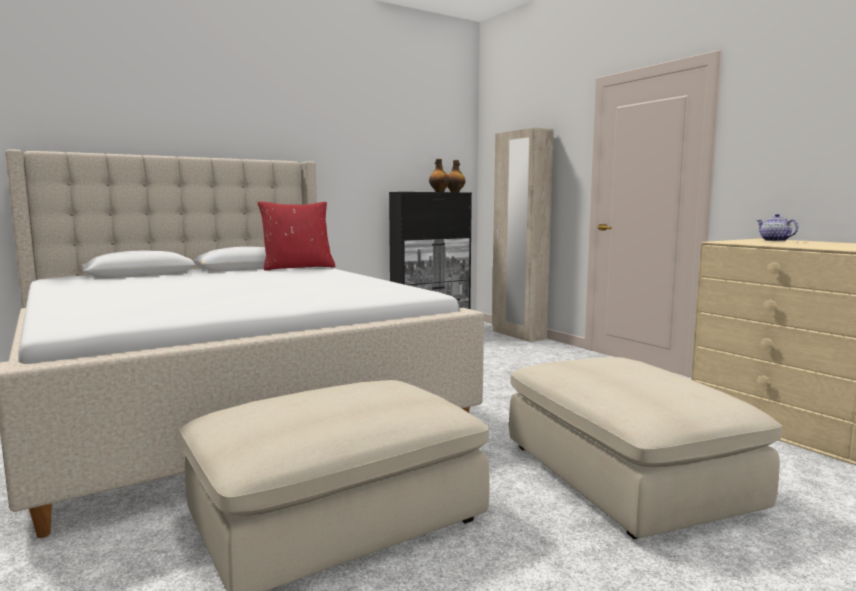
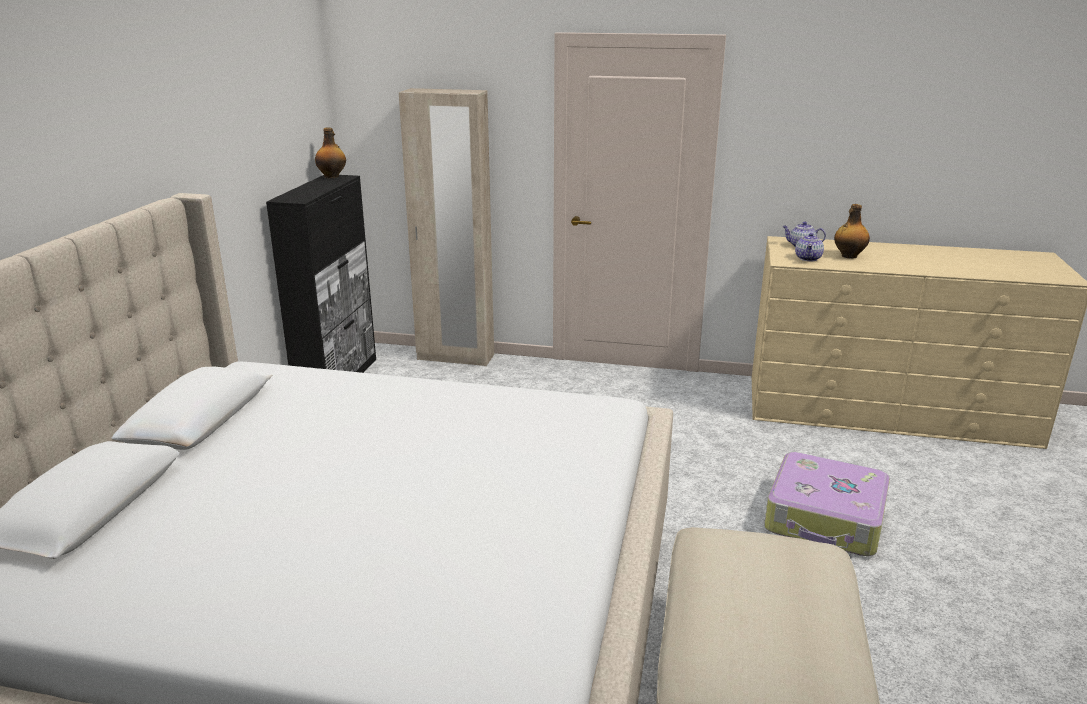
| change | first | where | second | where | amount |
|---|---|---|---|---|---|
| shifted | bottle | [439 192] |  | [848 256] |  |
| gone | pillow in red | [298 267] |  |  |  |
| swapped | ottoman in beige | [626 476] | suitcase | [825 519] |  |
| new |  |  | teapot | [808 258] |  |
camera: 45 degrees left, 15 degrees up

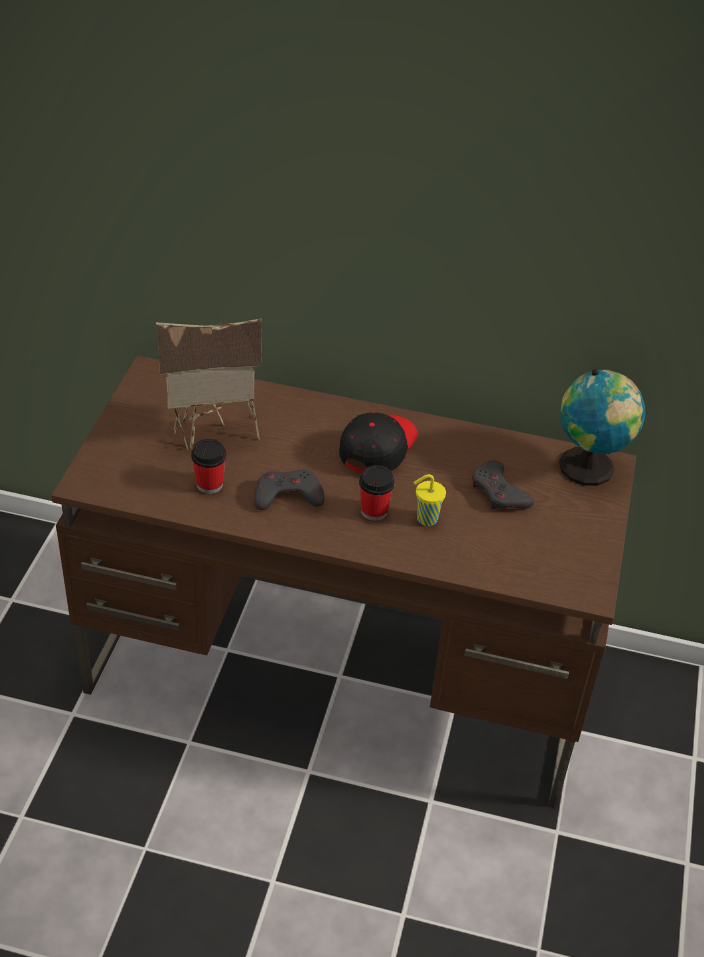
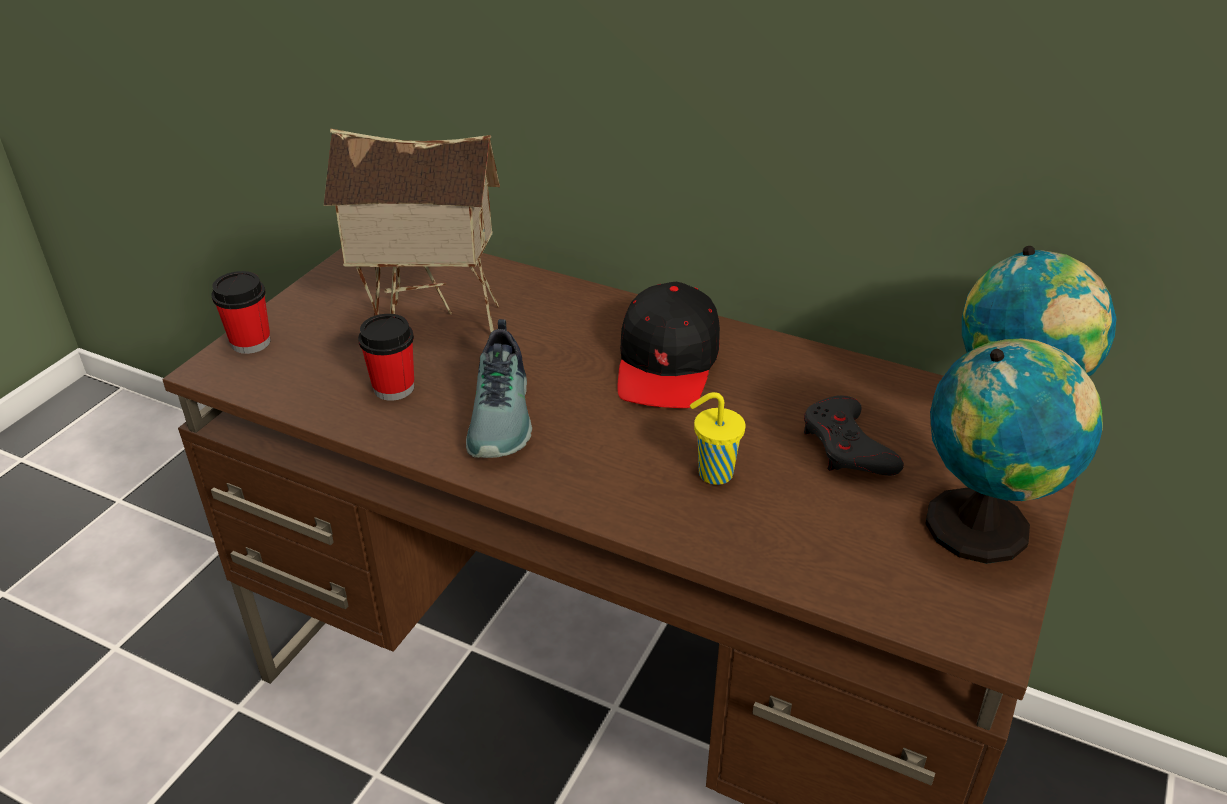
| change | first | where | second | where | amount |
|---|---|---|---|---|---|
| rotated | cap in black | [378 448] |  | [667 364] | 150 degrees clockwise |
| shifted | cup | [374 511] |  | [251 342] |  |
| swapped | game controller in grey | [287 495] | shoe | [504 415] |  |
| new |  |  | globe | [984 526] |  |
camera: 15 degrees right, 5 degrees down

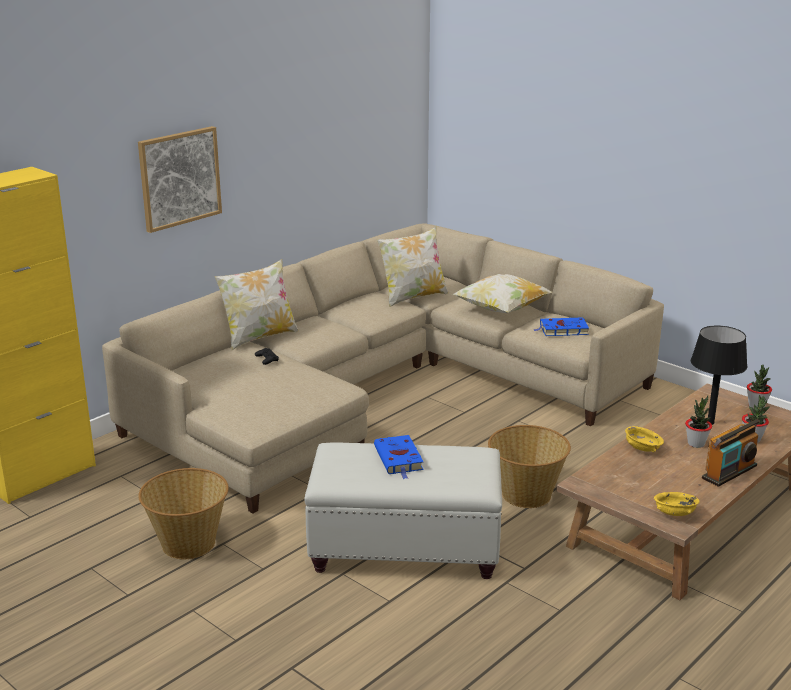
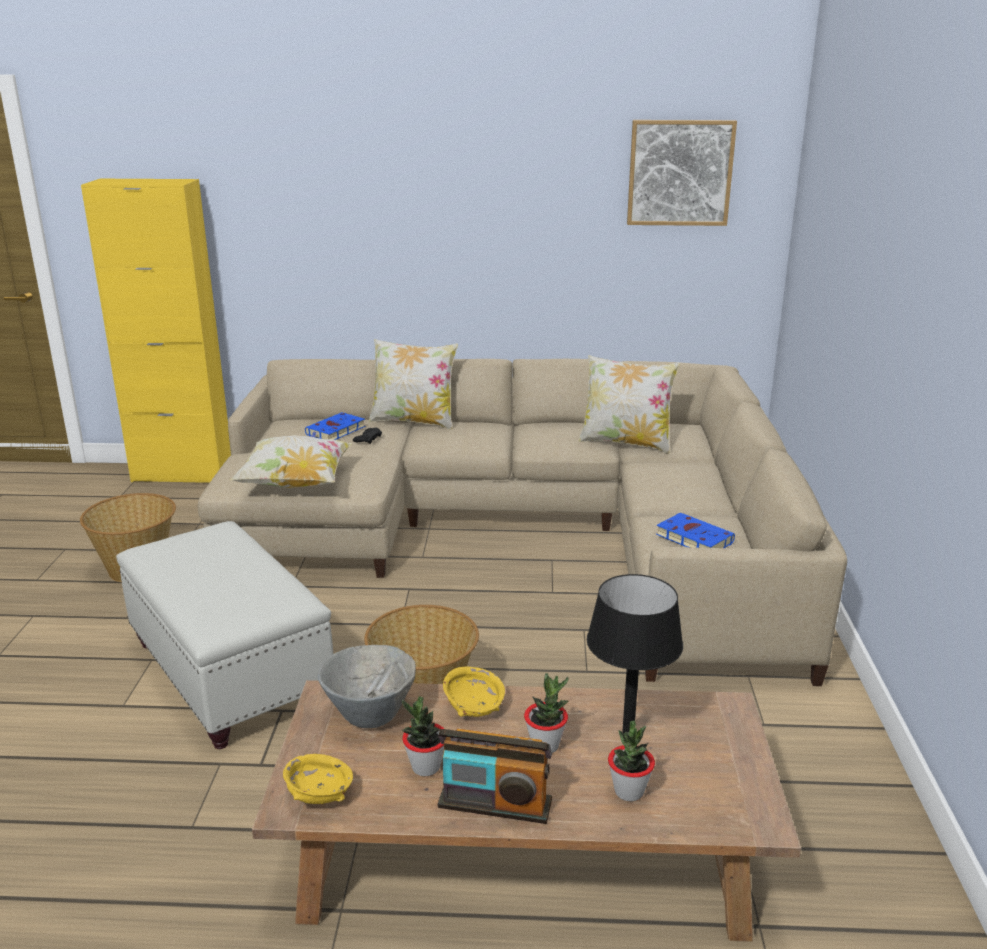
| change | first | where | second | where | amount |
|---|---|---|---|---|---|
| shifted | picture | [179 178] |  | [680 173] |  |
| shifted | pillow | [501 310] |  | [295 484] |  |
| shifted | potted plant | [756 406] |  | [425 767] |  |
| shifted | book in blue | [399 459] |  | [334 431] |  |
| new |  |  | bowl in grey | [370 715] |  |
camera: 50 degrees right, 0 degrees up

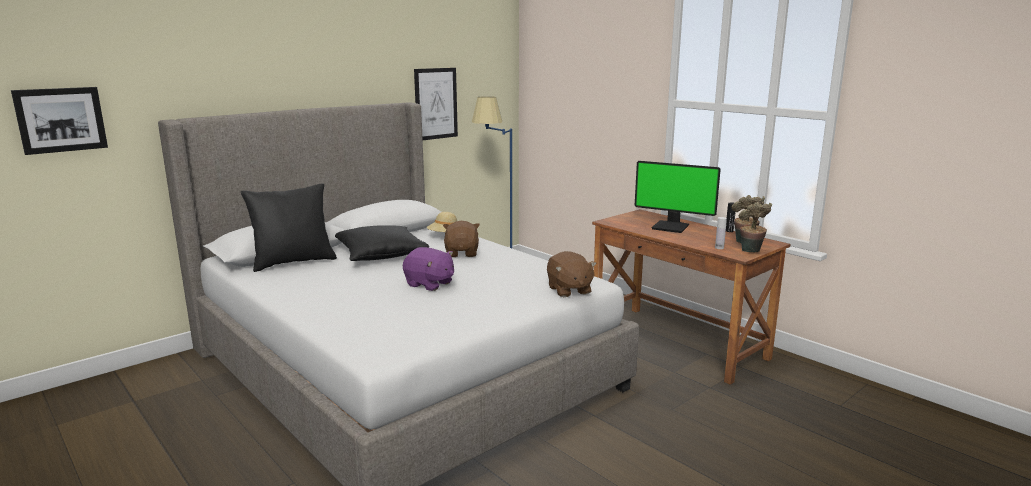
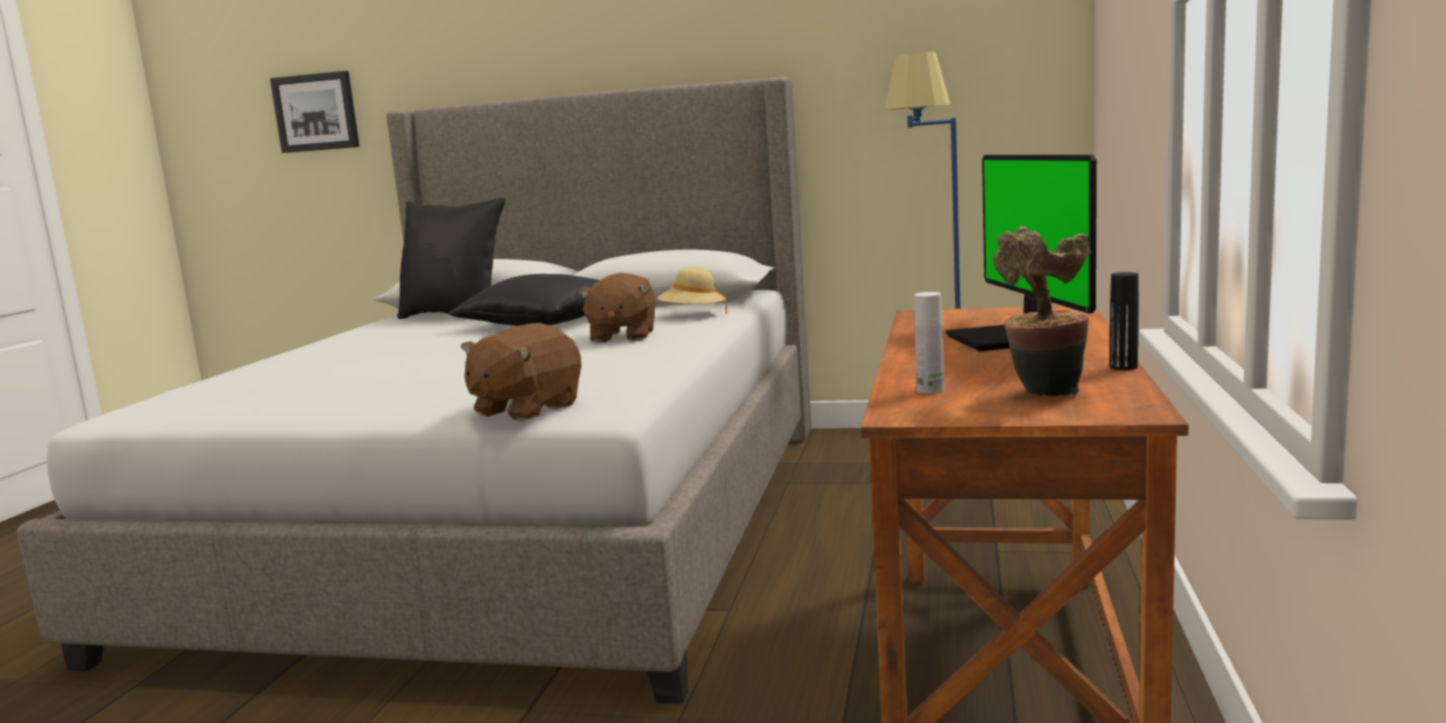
| change | first | where | second | where | amount |
|---|---|---|---|---|---|
| gone | picture | [436 103] |  |  |  |
| gone | potted plant | [751 252] |  |  |  |
| rotated | plush toy in brown | [462 253] |  | [622 336] | 135 degrees clockwise |
| gone | plush toy in purple | [429 284] |  |  |  |
camera: 55 degrees right, 5 degrees down

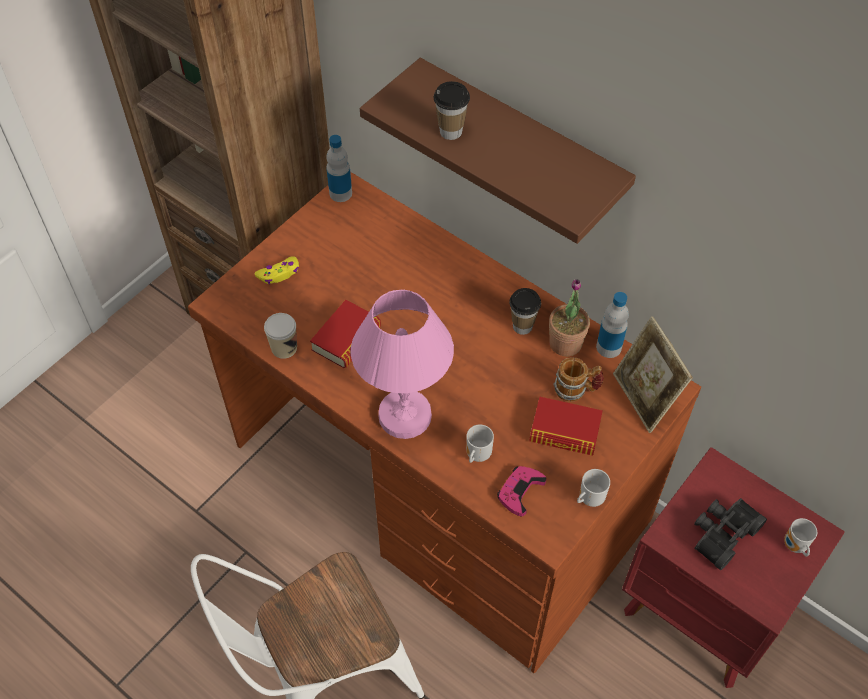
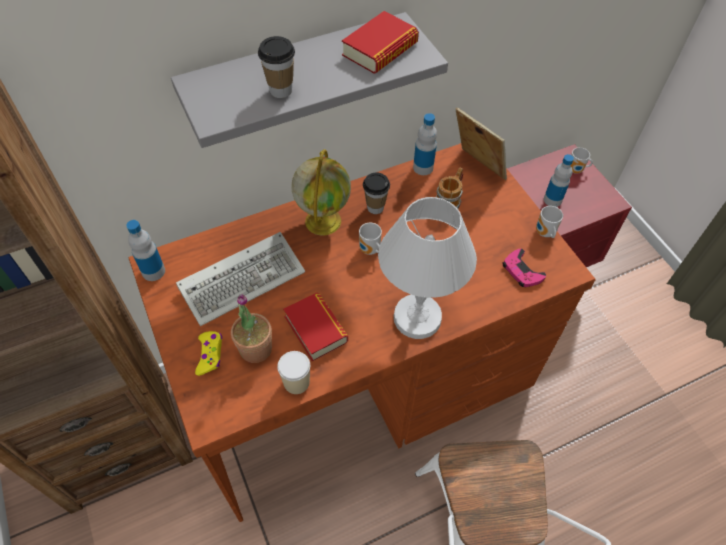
| change | first | where | second | where | amount |
|---|---|---|---|---|---|
| repainted | shelf in brown | [520 145] | shelf in grey | [296 76] |  |
| shifted | potted plant | [565 343] |  | [255 349] |  |
| repainted | table lamp in pink | [405 415] | table lamp in white | [417 317] |  |
| rotated | picture frame | [644 398] |  | [476 168] | 135 degrees counterclockwise |
| shifted | book | [565 431] |  | [380 49] |  |
| shifted | mug | [476 455] |  | [369 251] |  |
| swapped | binoculars in black | [721 533] | bottle | [552 200] |  |
| new |  |  | globe | [323 220] |  |
| new |  |  | keyboard | [244 278] |  |
camera: 65 degrees left, 0 degrees up

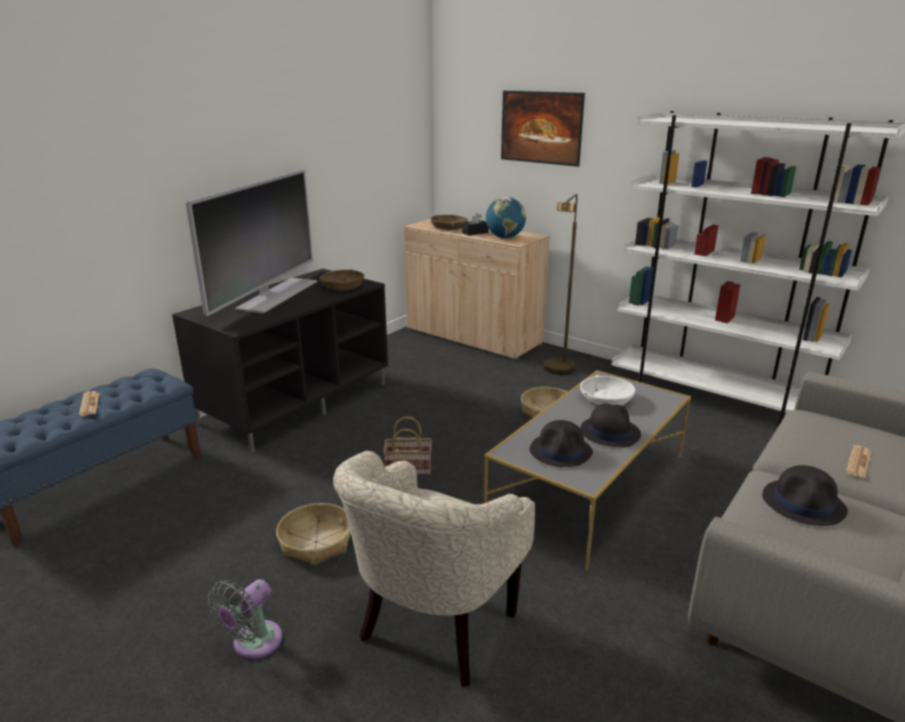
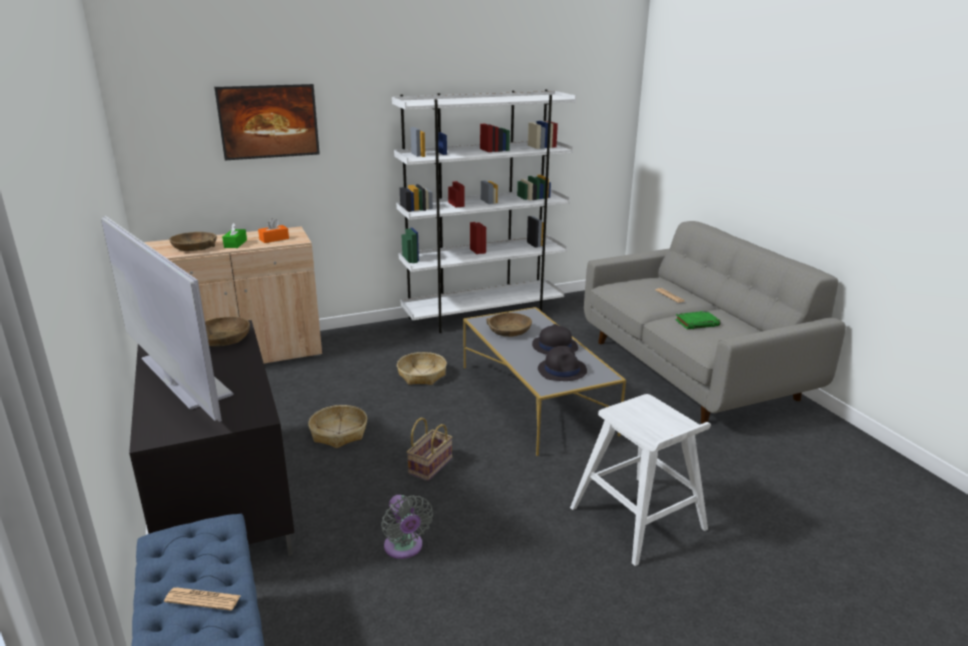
| change | first | where | second | where | amount |
|---|---|---|---|---|---|
| gone | floor lamp in brown | [558 371] |  |  |  |
| swapped | globe | [505 237] | tissue box in orange | [274 239] |  |
| repainted | tissue box in black | [475 233] | tissue box in green | [235 244] |  |
| repainted | bowl in white | [605 399] | bowl in brown | [509 331] |  |
| swapped | armchair in beige | [433 631] | stool in white | [638 519] |  |
| swapped | hat in black | [804 503] | book in green | [697 323] |  |
| shifted | basket | [316 541] |  | [339 433] |  |
| shifted | fan in grey | [253 644] |  | [404 548] |  |
camera: 60 degrees left, 0 degrees up

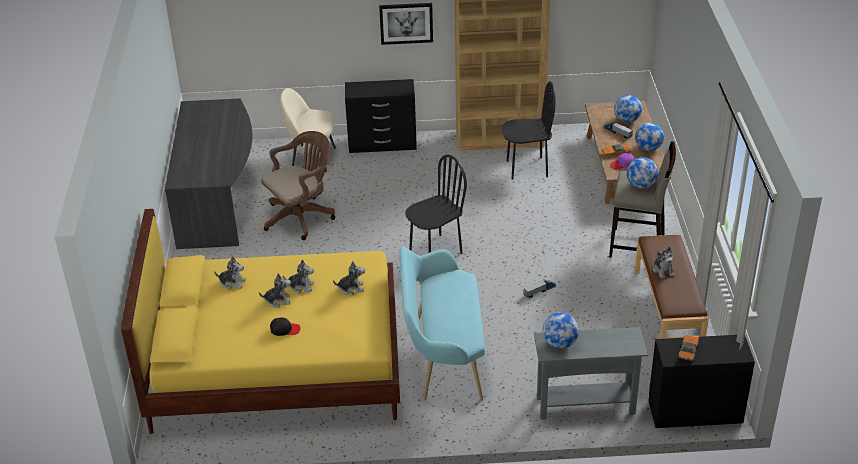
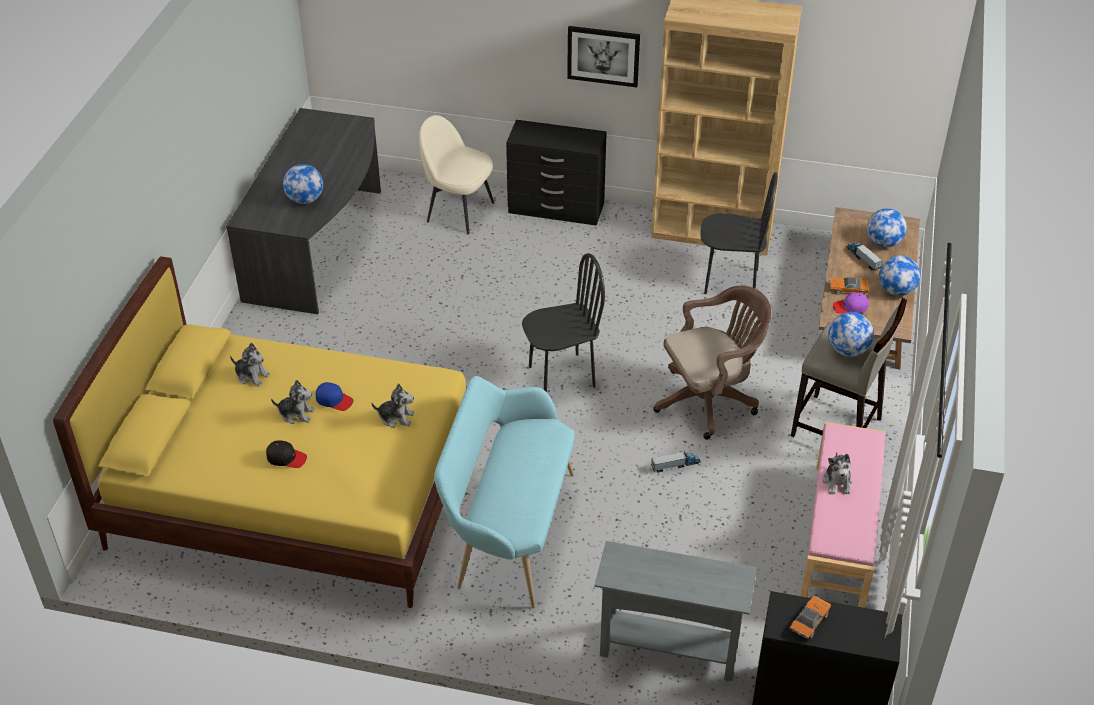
| change | first | where | second | where | amount |
|---|---|---|---|---|---|
| shifted | office chair in brown | [301 217] |  | [710 400] |  |
| repainted | bench in brown | [668 312] | bench in pink | [839 537] |  |
| swapped | plush toy | [301 286] | cap in blue | [334 400] |  |
| shifted | globe | [559 343] |  | [305 200] |  |
camera: 15 degrees right, 5 degrees up

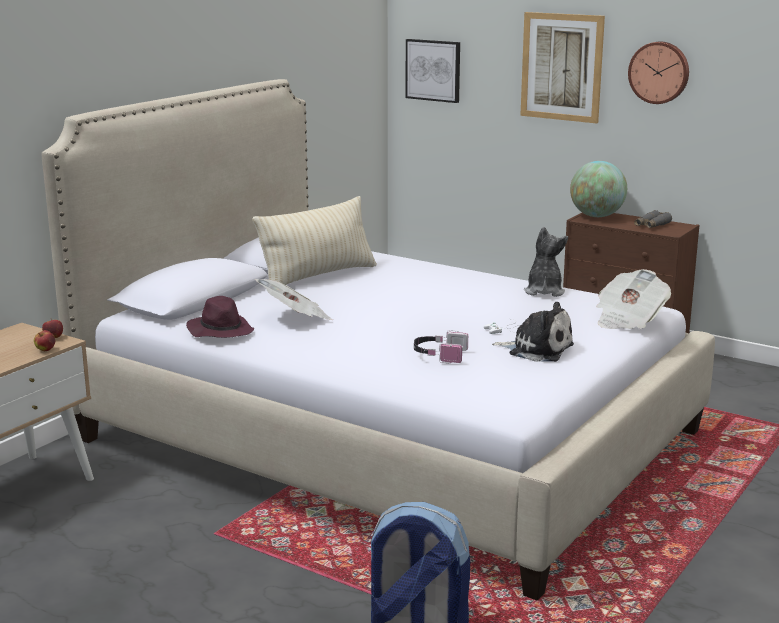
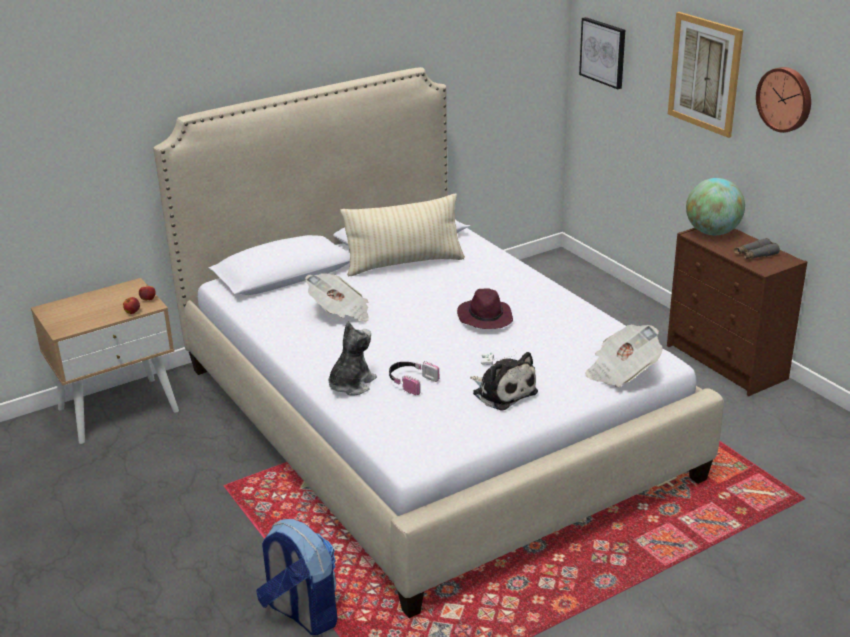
| change | first | where | second | where | amount |
|---|---|---|---|---|---|
| shifted | plush toy | [544 291] |  | [351 384] |  |
| shifted | hat in purple | [220 331] |  | [485 318] |  |
camera: 25 degrees right, 10 degrees up

